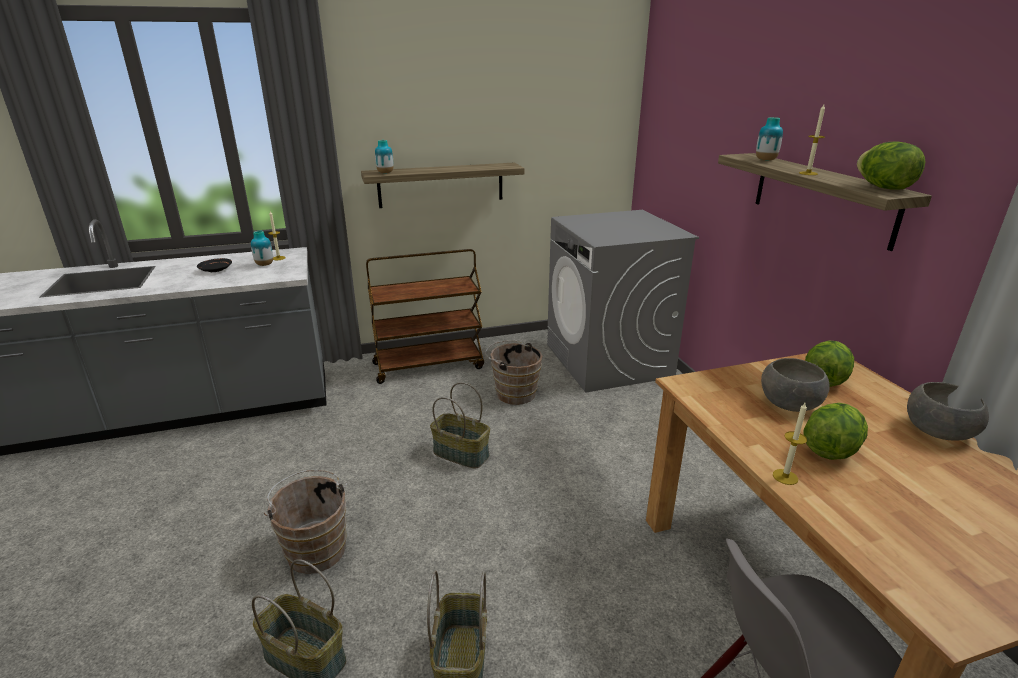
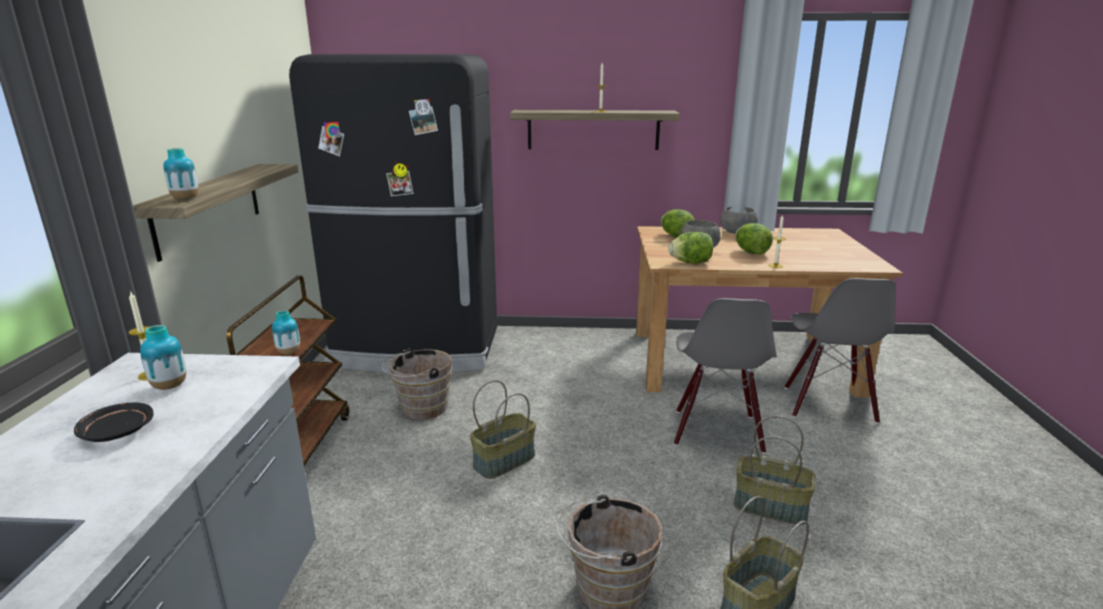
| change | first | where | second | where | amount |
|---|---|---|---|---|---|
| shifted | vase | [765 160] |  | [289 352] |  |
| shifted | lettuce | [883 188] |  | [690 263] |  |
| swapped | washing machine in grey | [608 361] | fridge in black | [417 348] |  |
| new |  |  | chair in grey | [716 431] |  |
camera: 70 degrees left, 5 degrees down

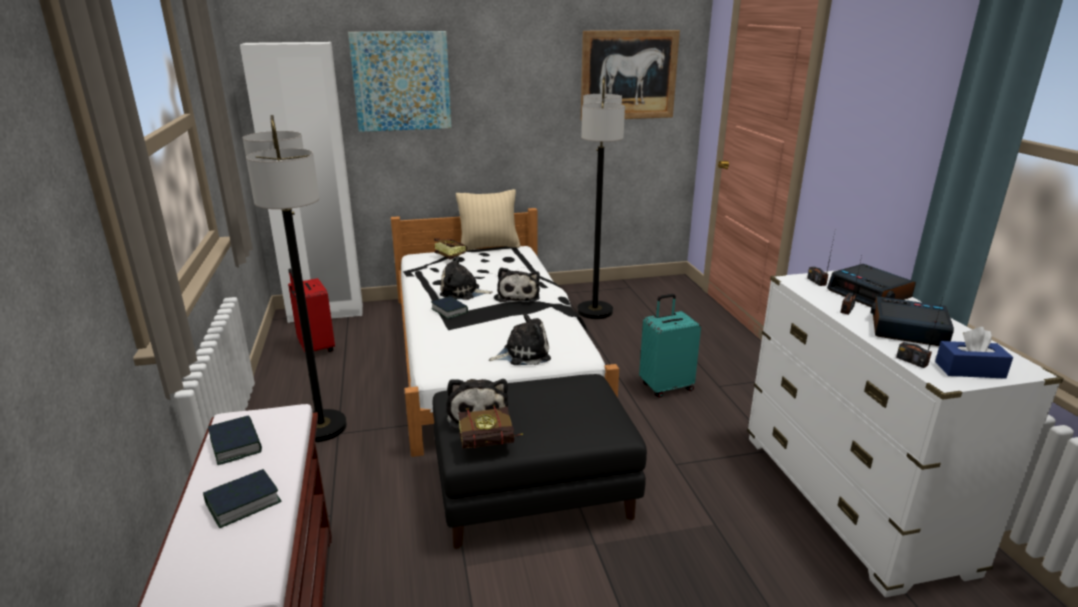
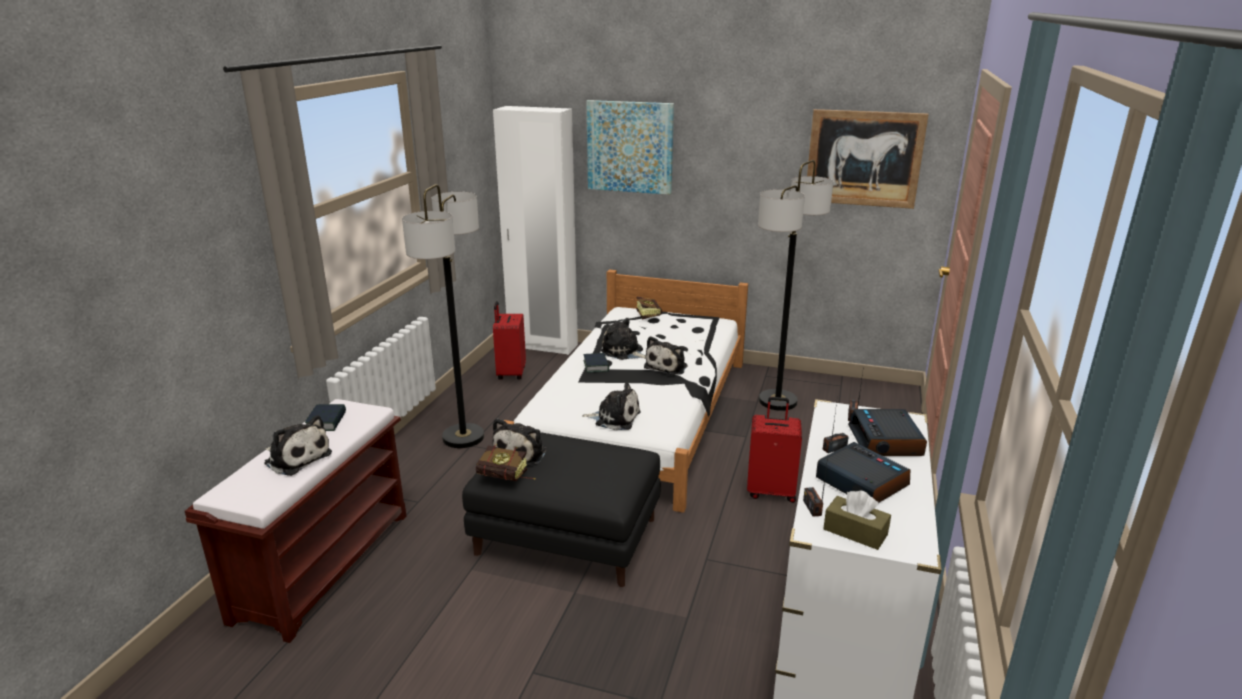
| change | first | where | second | where | amount |
|---|---|---|---|---|---|
| gone | pillow in beige | [489 247] |  |  |  |
| repainted | suitcase in turquoise | [665 387] | suitcase in red | [771 491] |  |
| repainted | tissue box in blue | [969 370] | tissue box in brown | [855 532] |  |
| swapped | book | [243 503] | plush toy | [296 458] |  |
camera: 30 degrees right, 0 degrees up

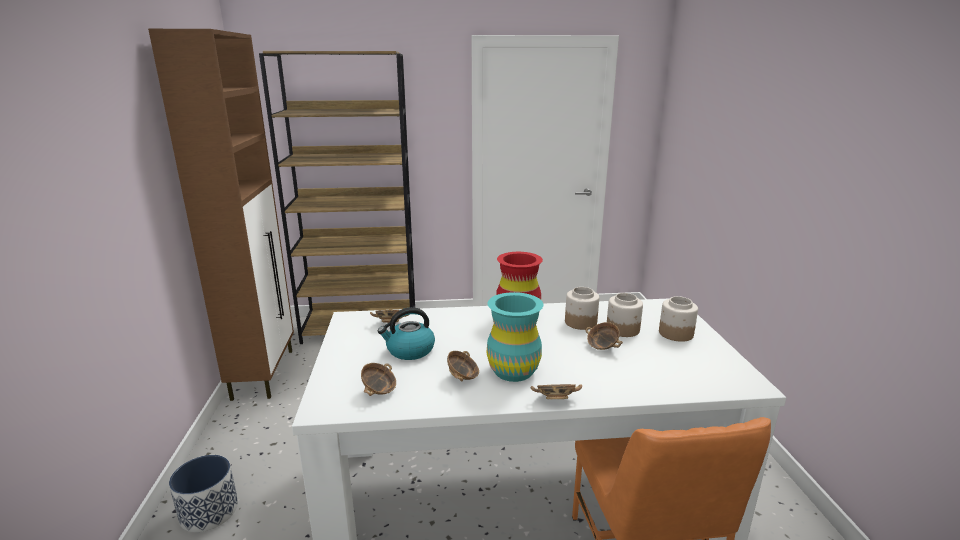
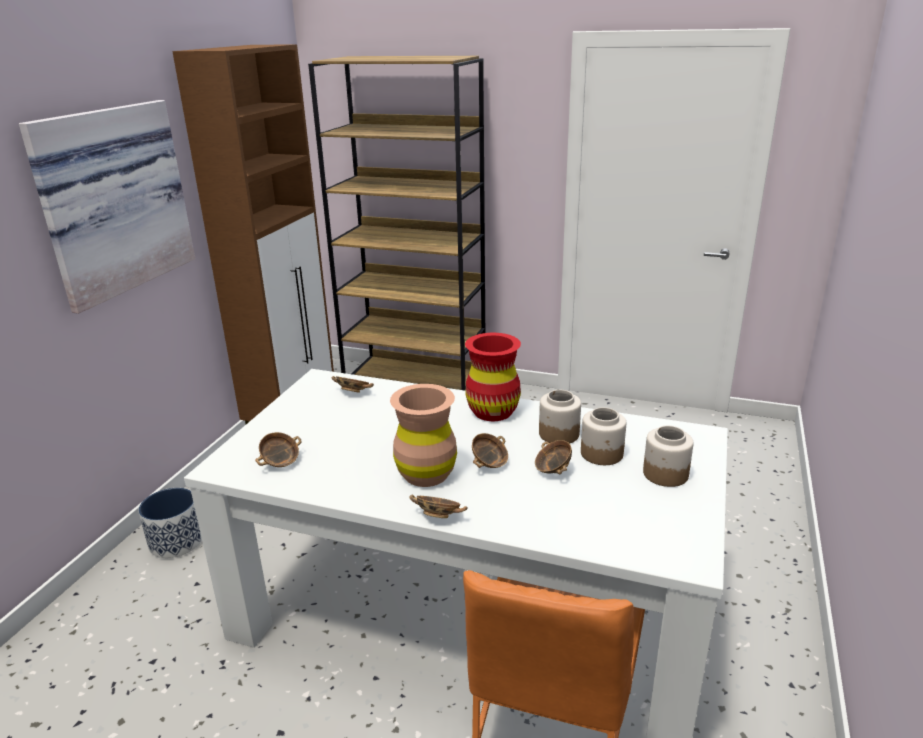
| change | first | where | second | where | amount |
|---|---|---|---|---|---|
| repainted | vase in turquoise | [513 371] | vase in brown | [426 474] |  |
| gone | kettle | [409 350] |  |  |  |
| shifted | bowl | [463 377] |  | [490 464] |  |
| new |  |  | picture | [112 200] |  |
camera: 25 degrees right, 5 degrees up

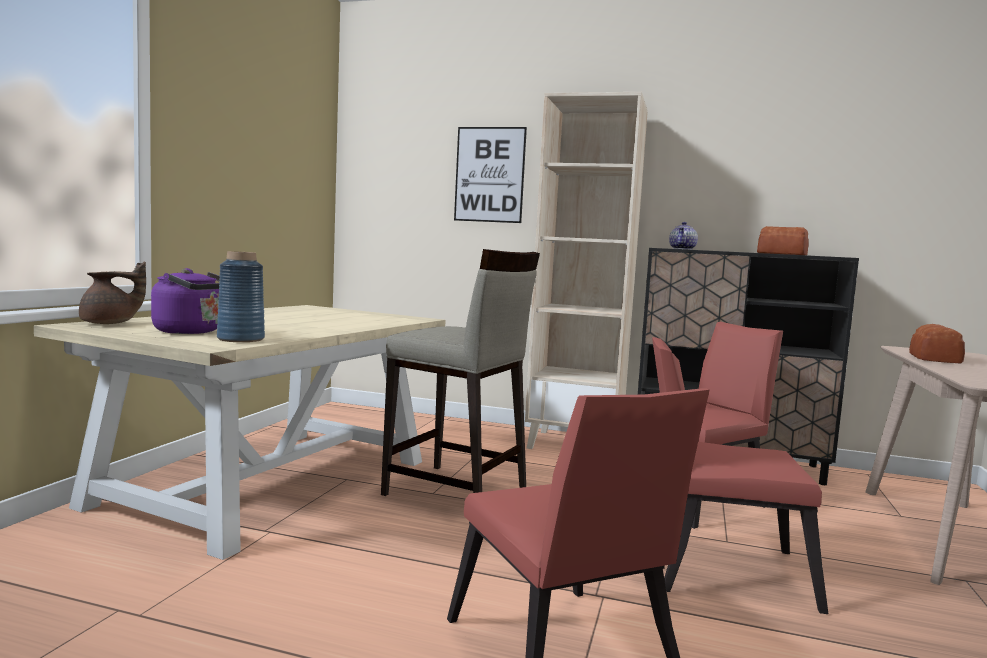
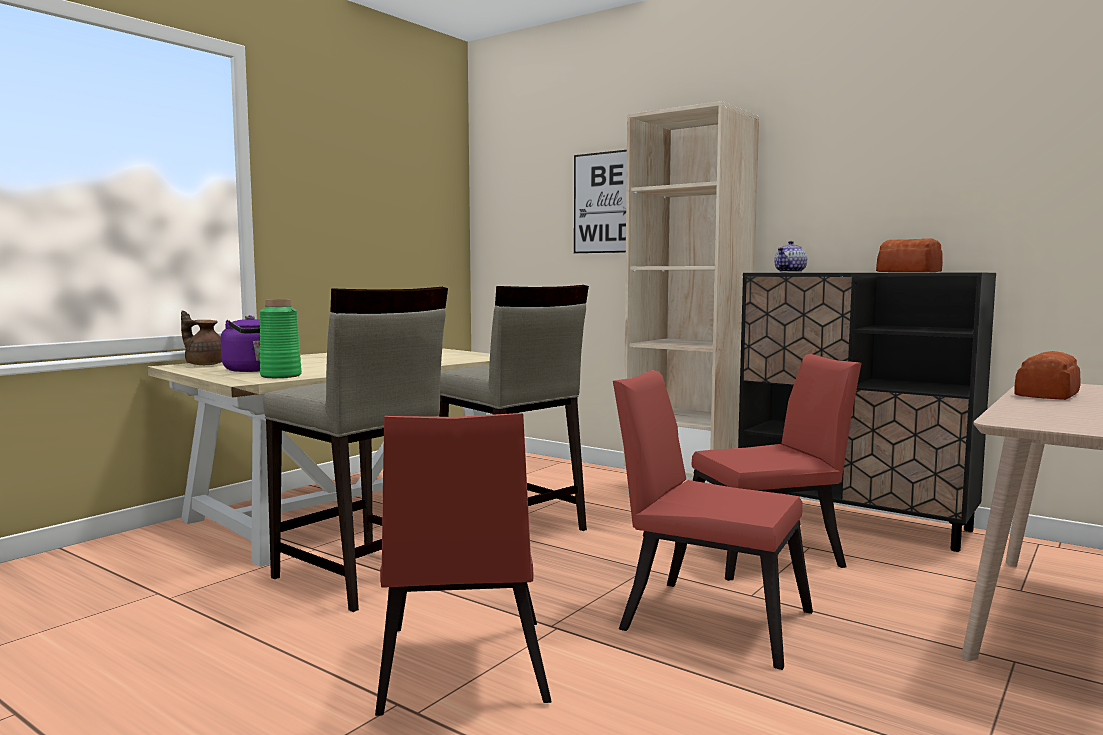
| change | first | where | second | where | amount |
|---|---|---|---|---|---|
| repainted | vase in blue | [240 339] | vase in green | [280 376] |  |
| rotated | teapot in brown | [109 323] |  | [205 364] | 150 degrees counterclockwise |
| new |  |  | stool in beige | [362 576] |  |
camera: 20 degrees right, 0 degrees up

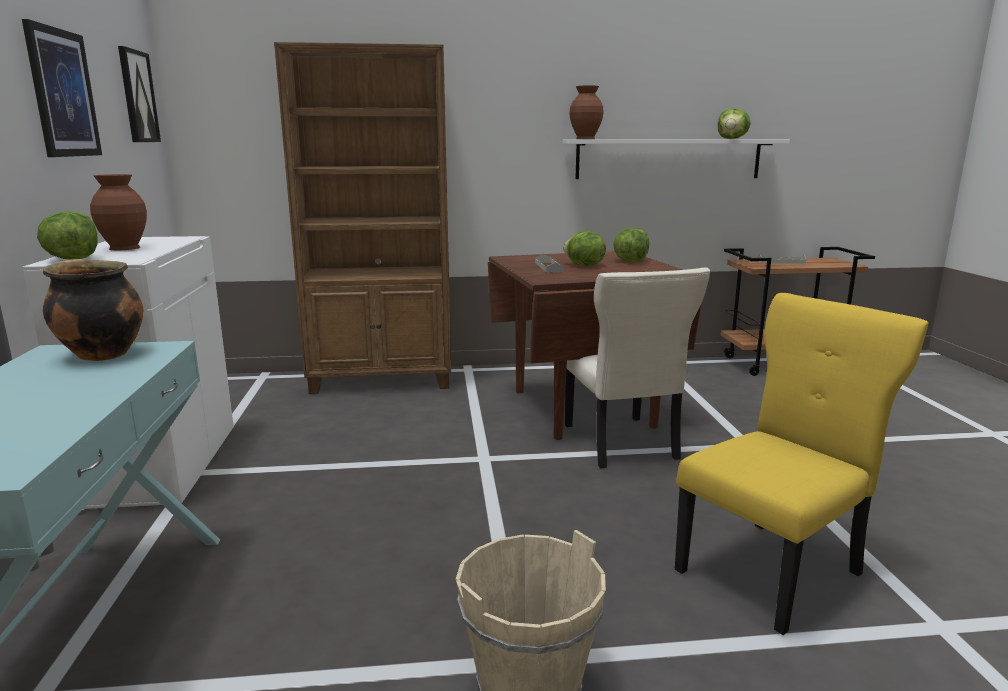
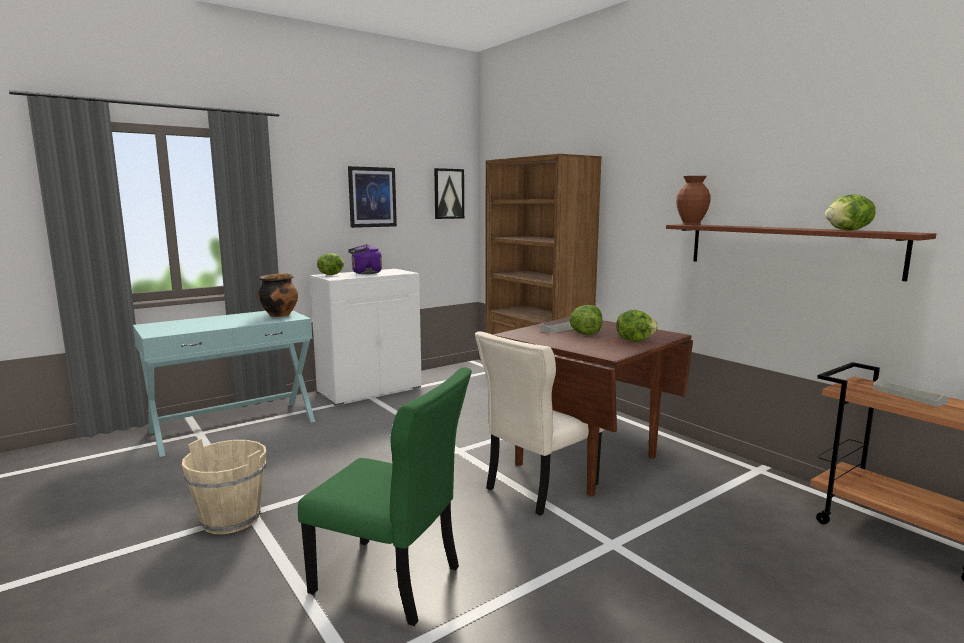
| change | first | where | second | where | amount |
|---|---|---|---|---|---|
| repainted | shelf in white | [668 159] | shelf in brown | [787 249] |  |
| swapped | vase in brown | [123 248] | kettle in purple | [365 273] |  |
| repainted | chair in yellow | [774 570] | chair in green | [391 581] |  |
camera: 60 degrees right, 5 degrees down

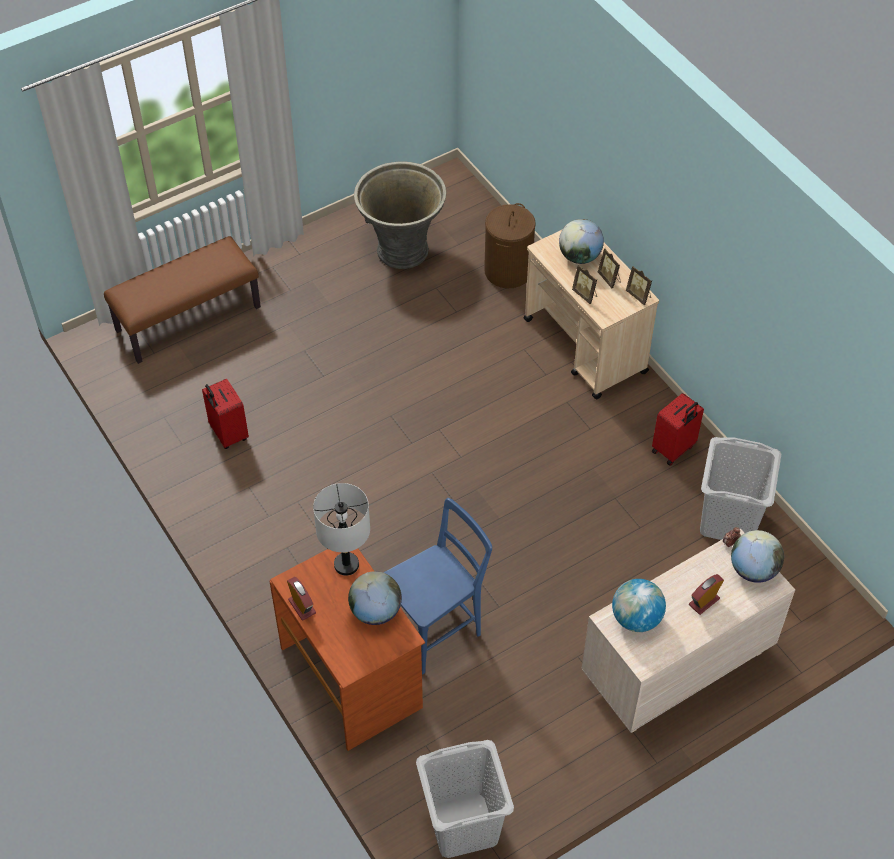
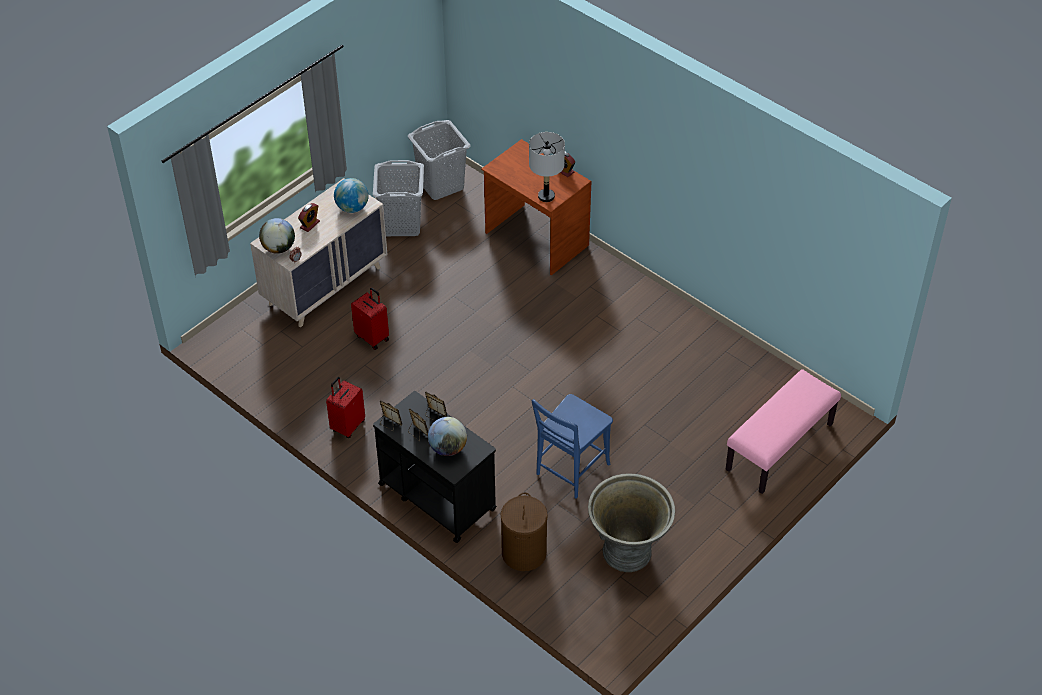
| change | first | where | second | where | amount |
|---|---|---|---|---|---|
| repainted | cart in beige | [585 346] | cart in black | [436 496] |  |
| repainted | bench in brown | [188 318] | bench in pink | [780 448] |  |
| shifted | suitcase in red | [228 434] |  | [373 337] |  |
| shifted | laundry basket in grey | [728 520] |  | [402 224] |  |
| shifted | chair in blue | [437 628] |  | [570 471] |  |
| gone | globe | [375 611] |  |  |  |
camera: 165 degrees right, 5 degrees down

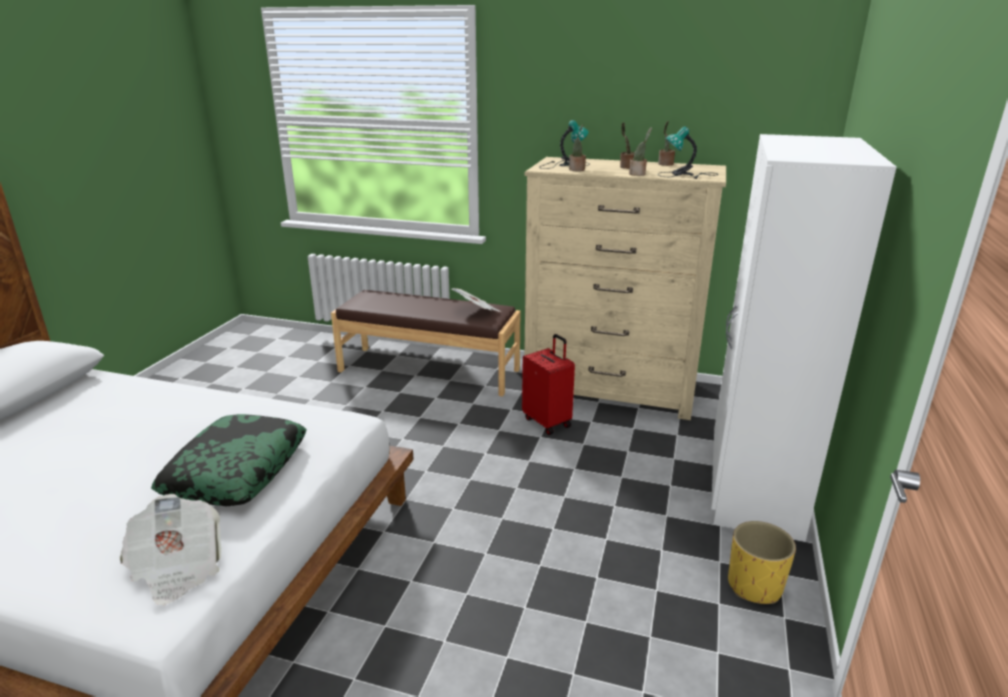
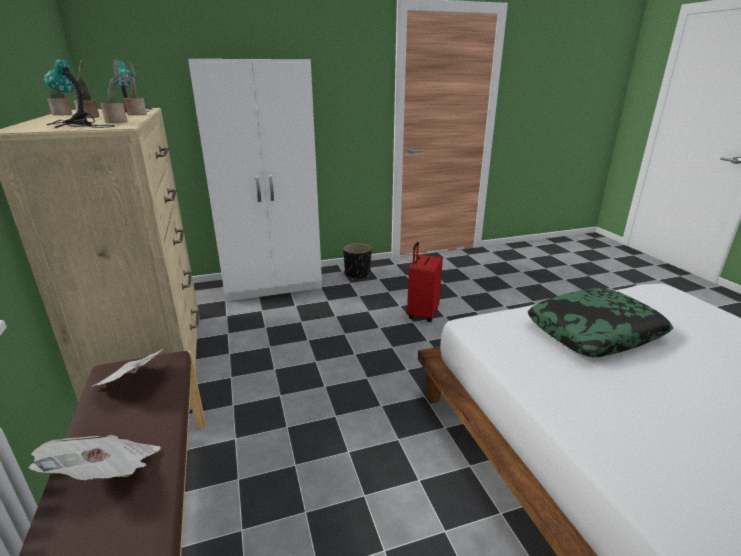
| change | first | where | second | where | amount |
|---|---|---|---|---|---|
| shifted | suitcase in red | [548 422] |  | [422 314] |  |
| shifted | newspaper | [178 567] |  | [107 474] |  |
| repainted | planter in yellow | [755 586] | planter in black | [357 274] |  |
camera: 125 degrees left, 0 degrees up

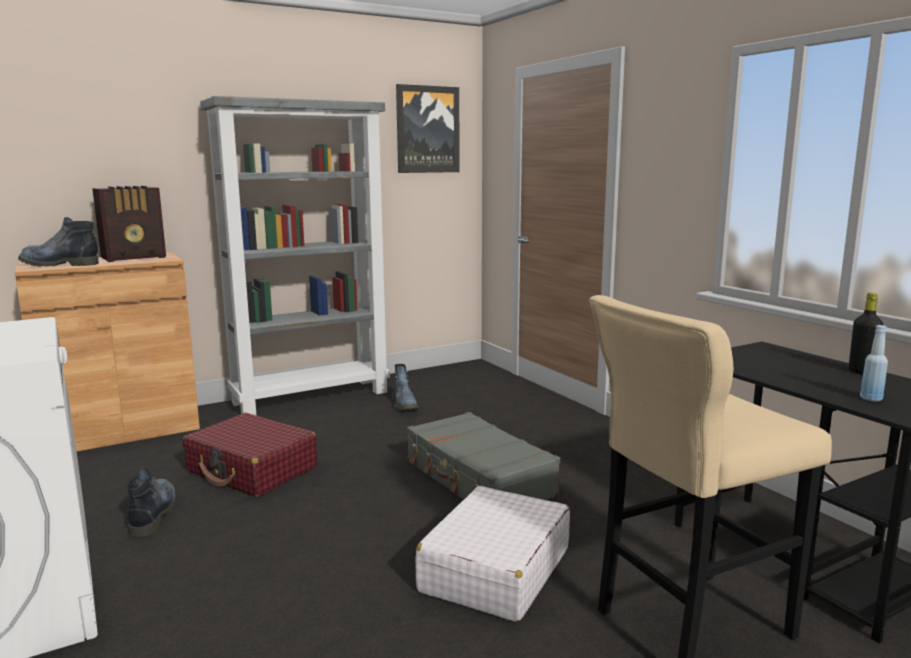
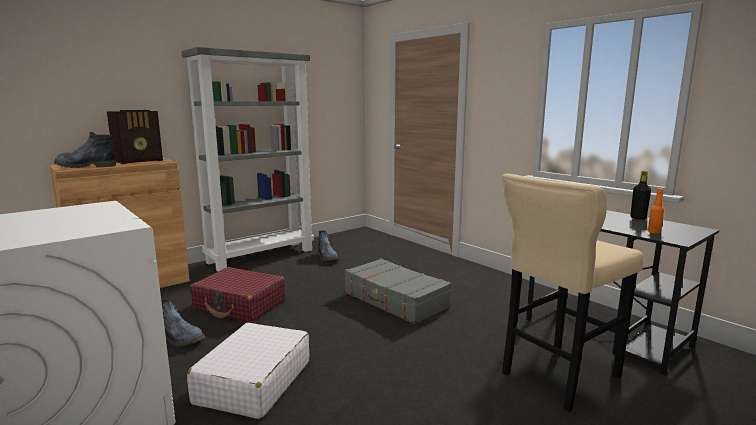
| change | first | where | second | where | amount |
|---|---|---|---|---|---|
| gone | picture | [427 129] |  |  |  |
| repainted | bottle in blue | [871 399] | bottle in orange | [654 232] |  |
| rotated | boot | [153 513] |  | [180 339] | 135 degrees clockwise |
| shifted | suitcase in white | [495 570] |  | [253 382] |  |
camera: 10 degrees left, 0 degrees up

